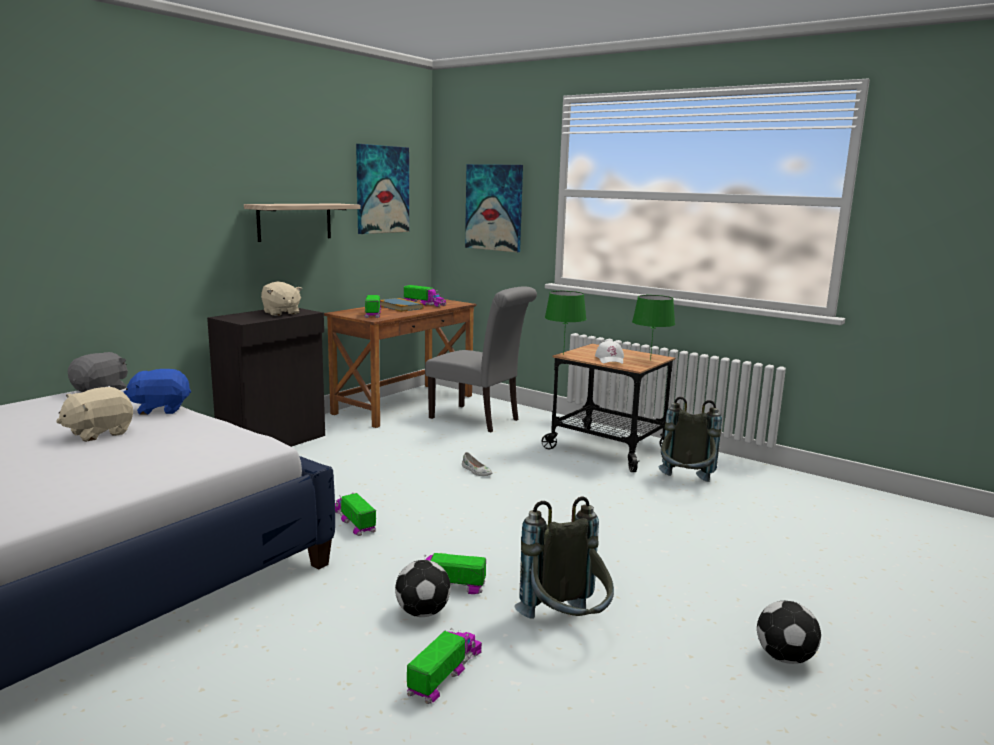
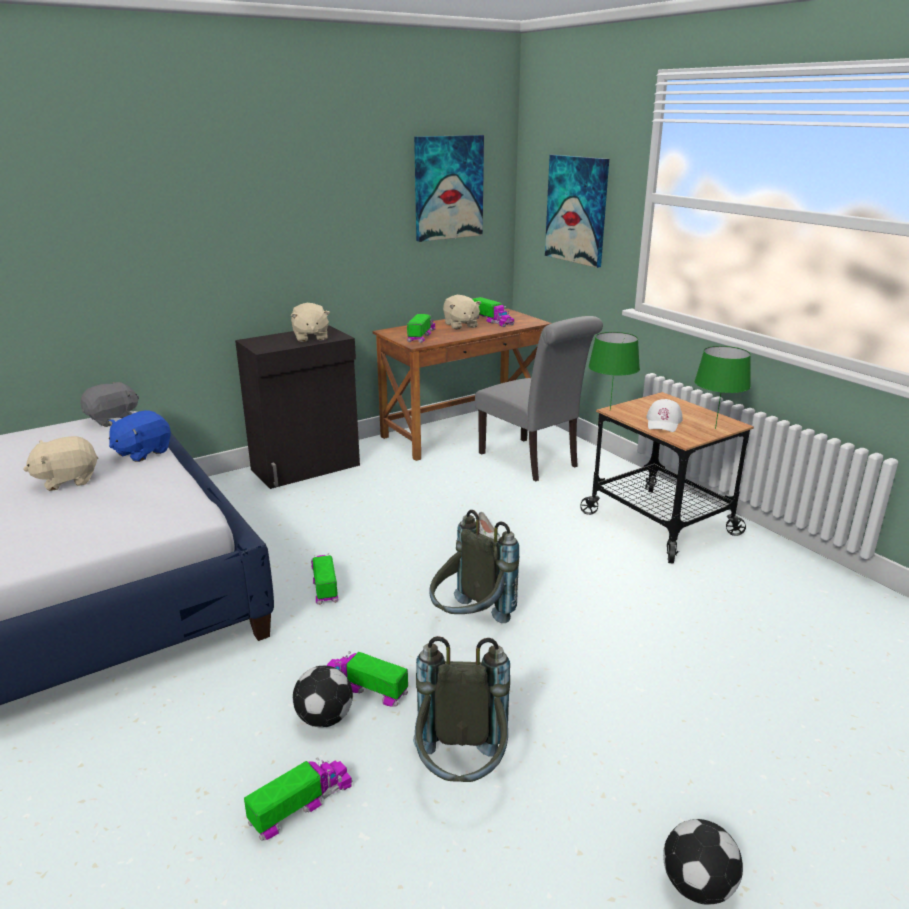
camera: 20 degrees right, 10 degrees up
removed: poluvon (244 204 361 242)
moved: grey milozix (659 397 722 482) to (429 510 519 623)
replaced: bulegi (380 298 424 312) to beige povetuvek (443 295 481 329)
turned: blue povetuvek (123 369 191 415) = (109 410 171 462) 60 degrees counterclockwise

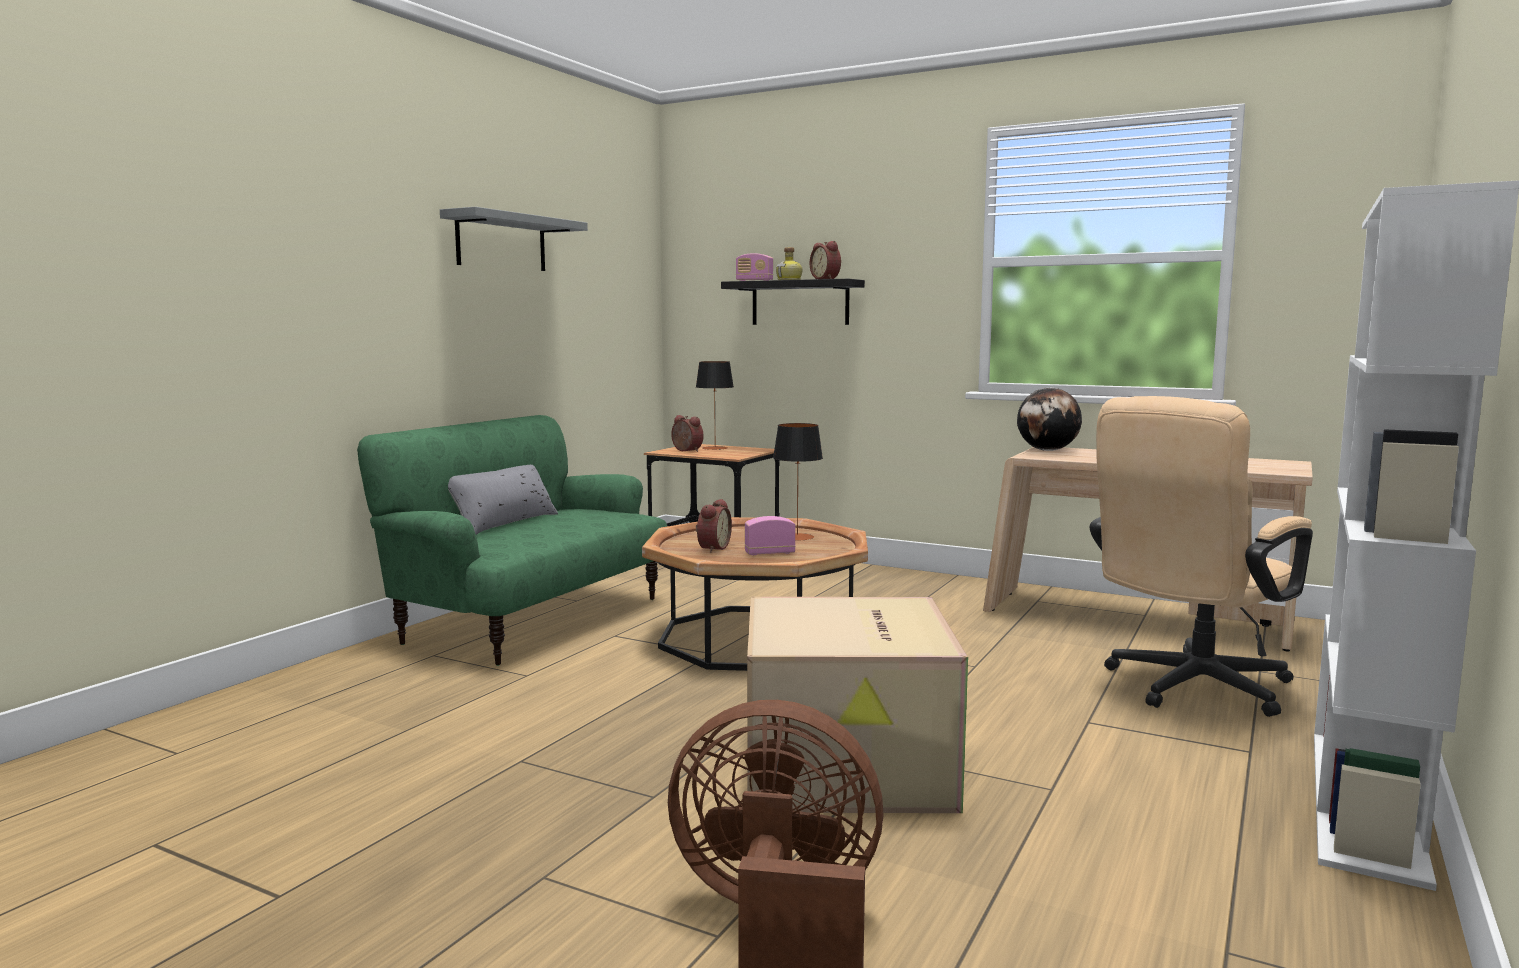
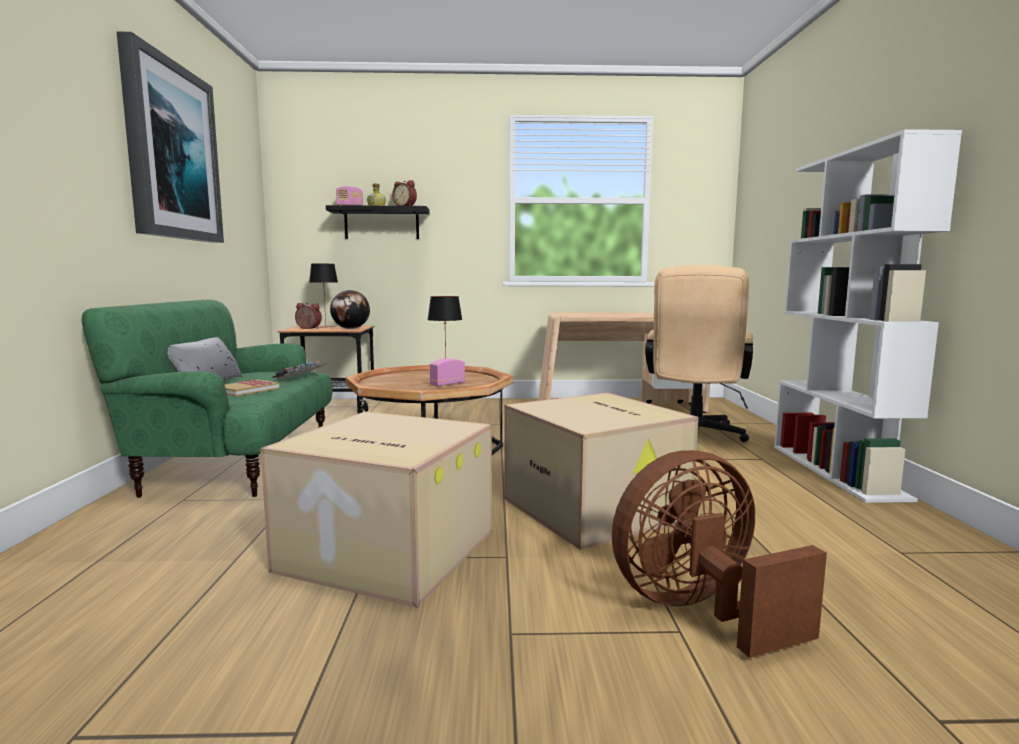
camera: 30 degrees left, 0 degrees up
removed: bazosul (696 499 732 553)
added: bulegi (225 379 279 396); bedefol (260 411 492 608); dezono (273 360 327 381)
moved: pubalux (1017 388 1082 451) to (330 290 370 329)
replaced: grey poluvon (440 207 588 271) to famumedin (117 32 224 243)

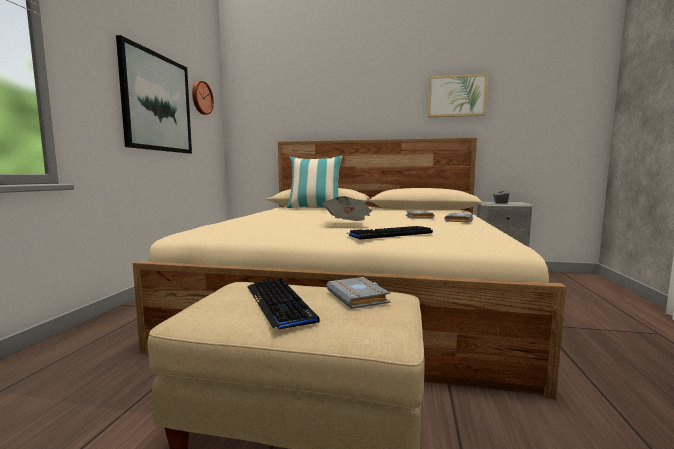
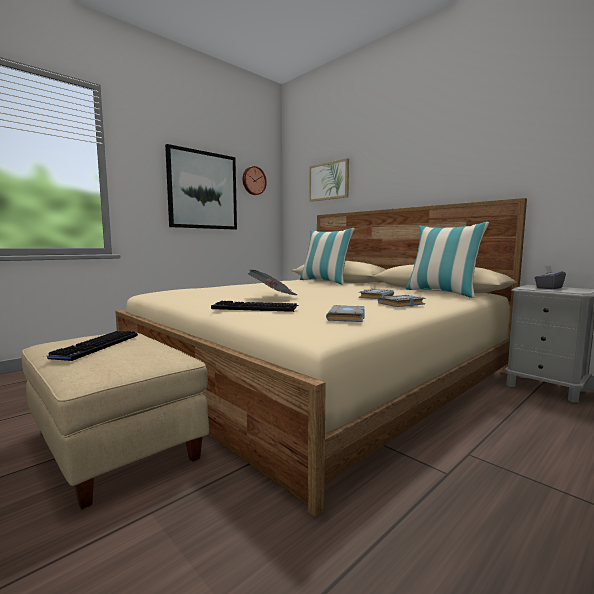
camera: 35 degrees right, 0 degrees up
added: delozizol (406 222 489 298)
moved: famumedin (428 73 488 117) to (309 158 349 202); grey bulegi (326 277 390 309) to (326 305 365 322)

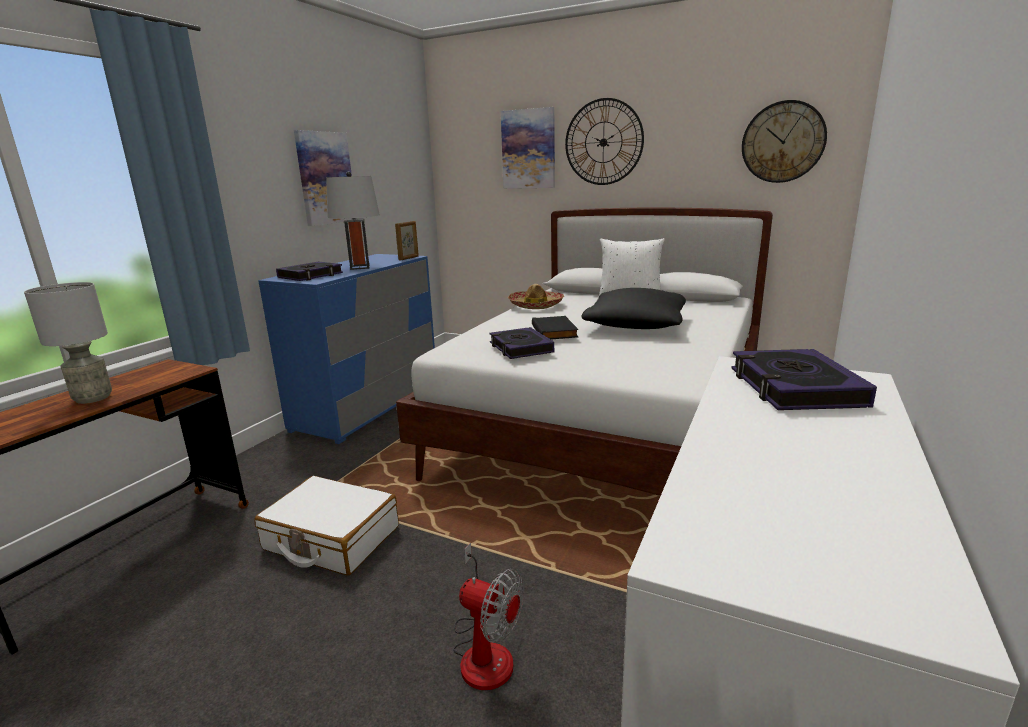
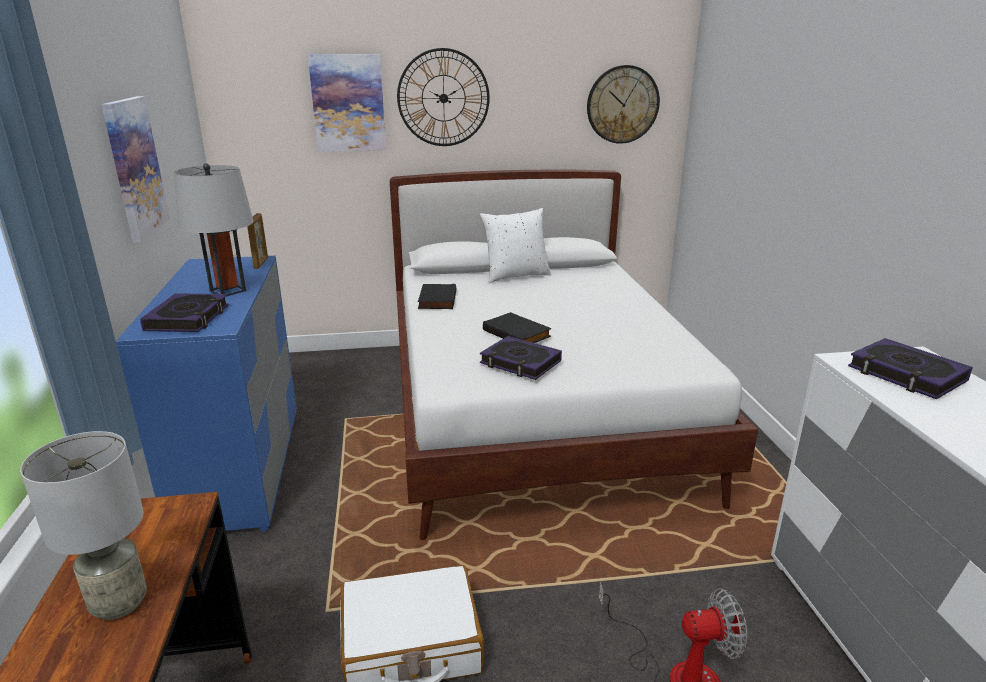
camera: 35 degrees left, 5 degrees up
removed: black delozizol (582 288 686 329)
replaced: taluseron (508 284 564 309) to black bulegi (418 284 456 309)

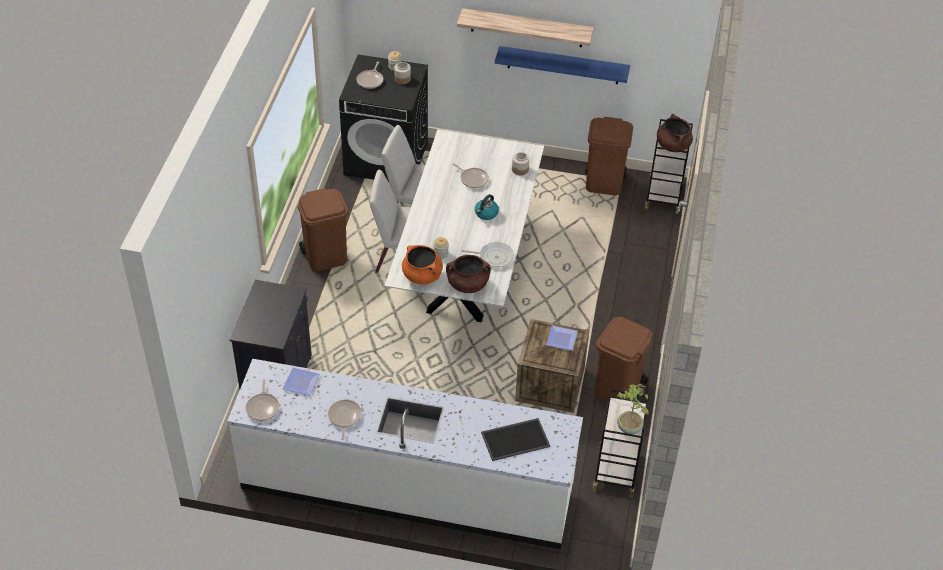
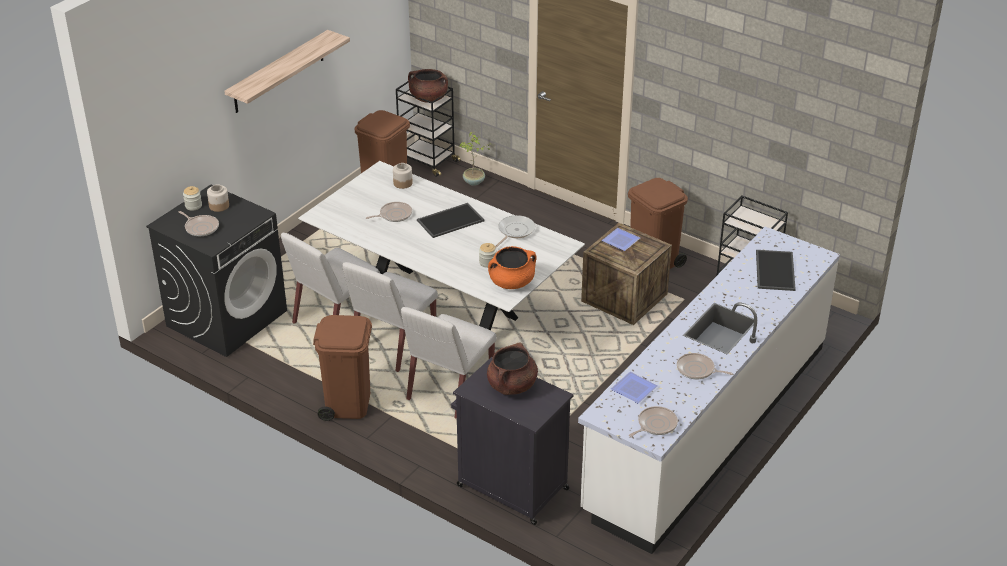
camera: 65 degrees left, 10 degrees down
removed: blue poluvon (495 46 630 84)
added: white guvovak (401 307 497 419)
moved: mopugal (617 384 648 434) to (459 132 492 186); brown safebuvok (446 255 491 293) to (487 342 538 395)
replaced: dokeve (475 194 499 220) to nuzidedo (417 203 484 238)
turned: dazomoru (246 379 279 421) = (629 406 678 437) 60 degrees counterclockwise

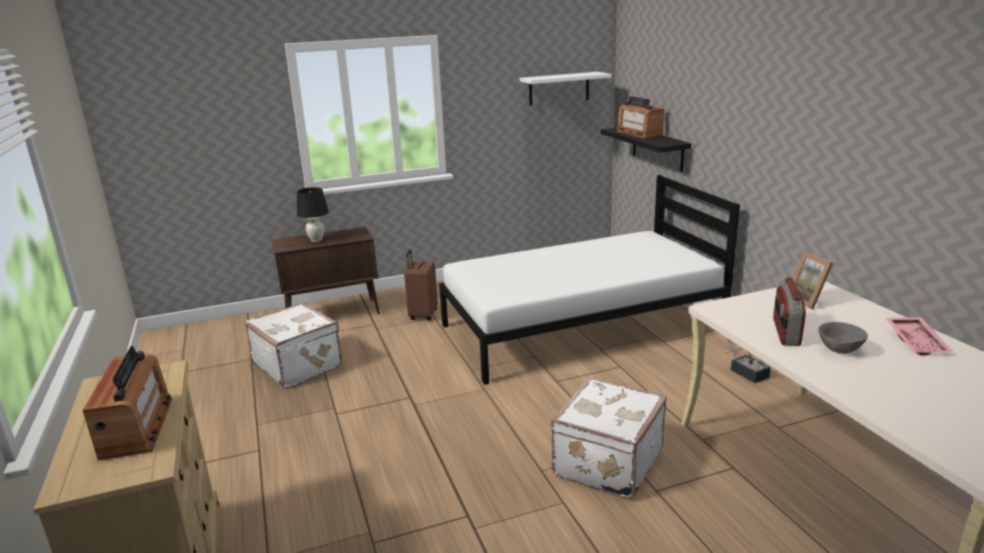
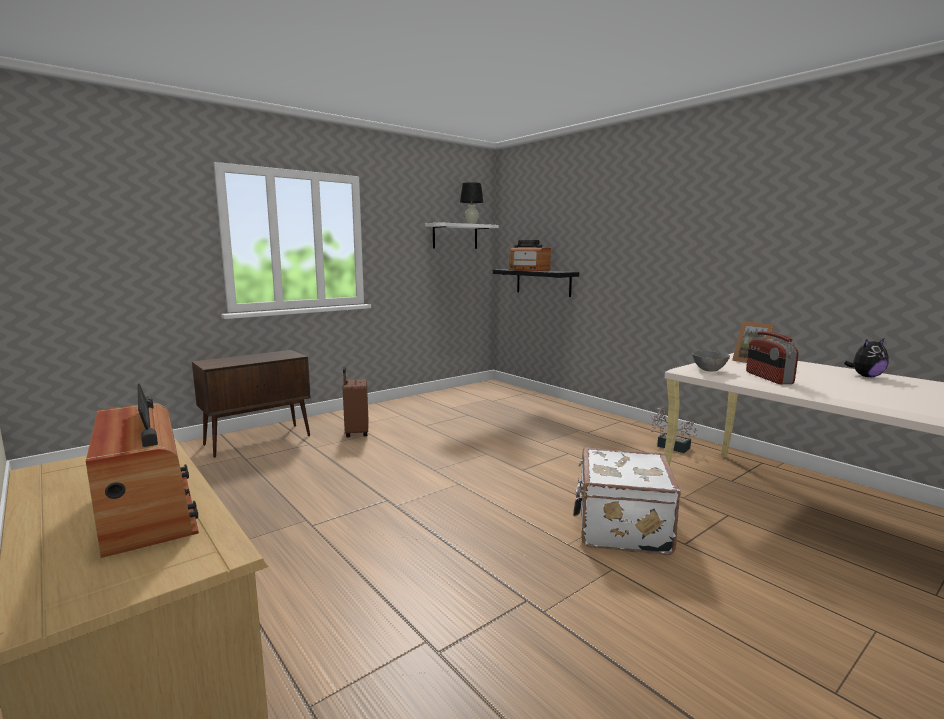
camera: 20 degrees left, 10 degrees down
removed: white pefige (245 303 342 388); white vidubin (439 175 740 385)
moved: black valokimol (297 187 329 242) to (460 182 483 224); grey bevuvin (818 322 868 354) to (692 351 730 372)
replaced: pink nuzidedo (886 317 952 355) to povetuvek (844 339 888 377)

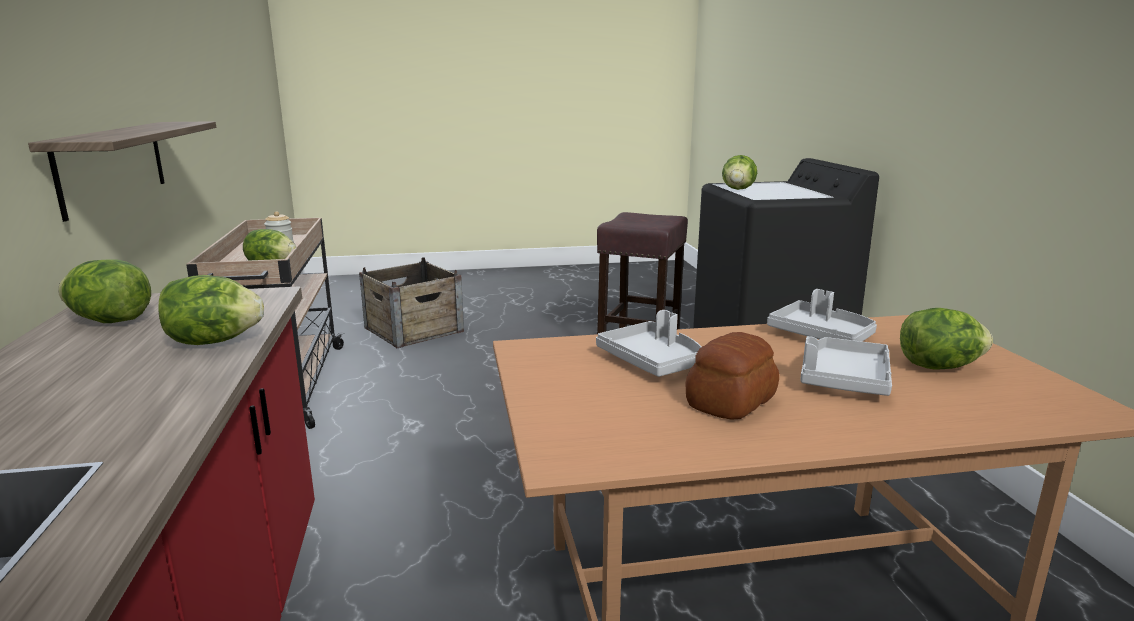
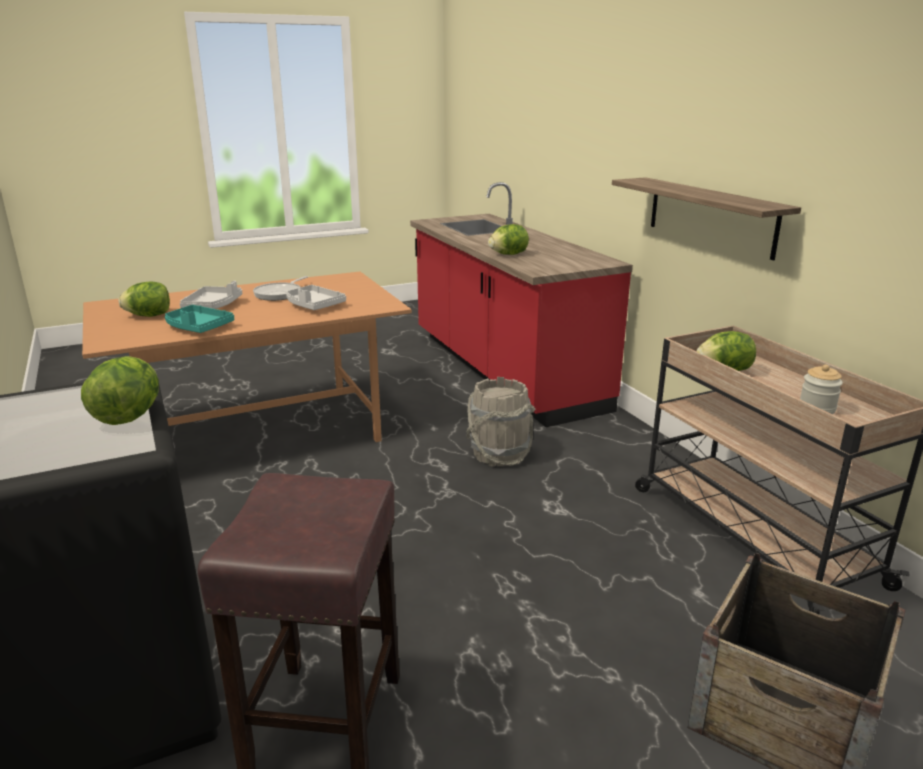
camera: 165 degrees right, 5 degrees up
removed: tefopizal (58 259 151 323)
added: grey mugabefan (466 377 535 466)
replaced: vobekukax (685 332 779 419) to dazomoru (253 276 308 301)
recoloured: grey nuzidedo (767 289 877 341) to turquoise nuzidedo (165 305 234 333)

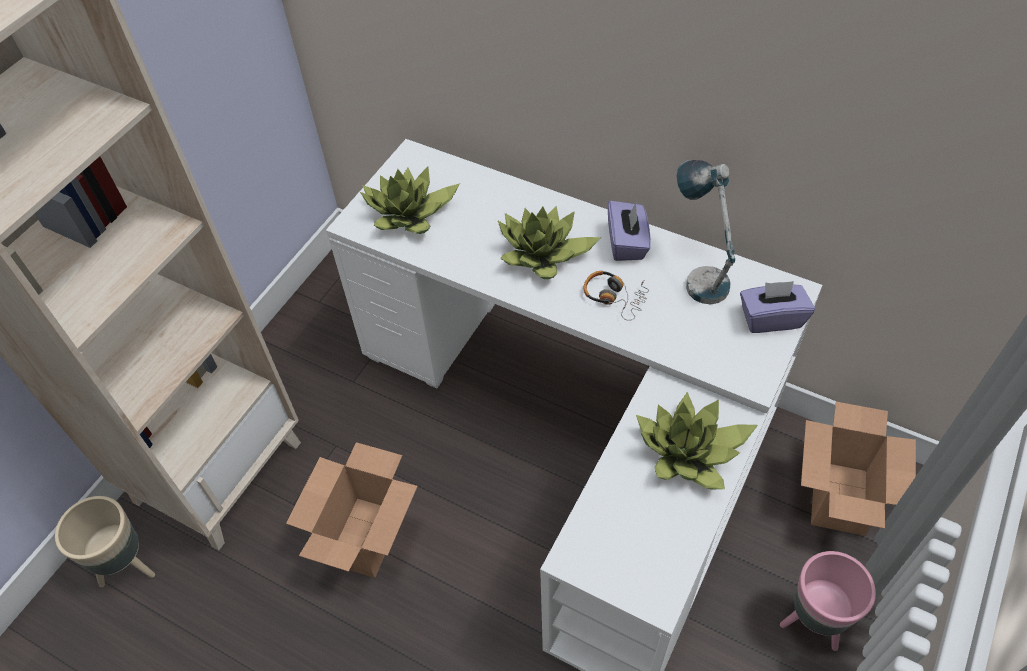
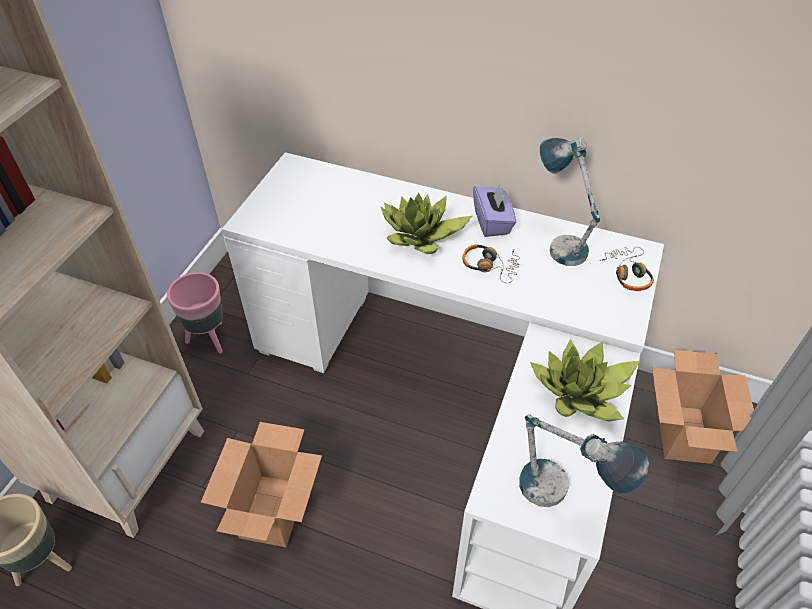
camera: 10 degrees left, 5 degrees down
removed: mopugal (360 167 460 234)
added: valokimol (519 414 649 507)
moved: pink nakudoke (780 551 876 651) to (167 272 223 353)
replaced: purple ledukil (740 281 815 333) to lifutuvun (600 247 654 291)

